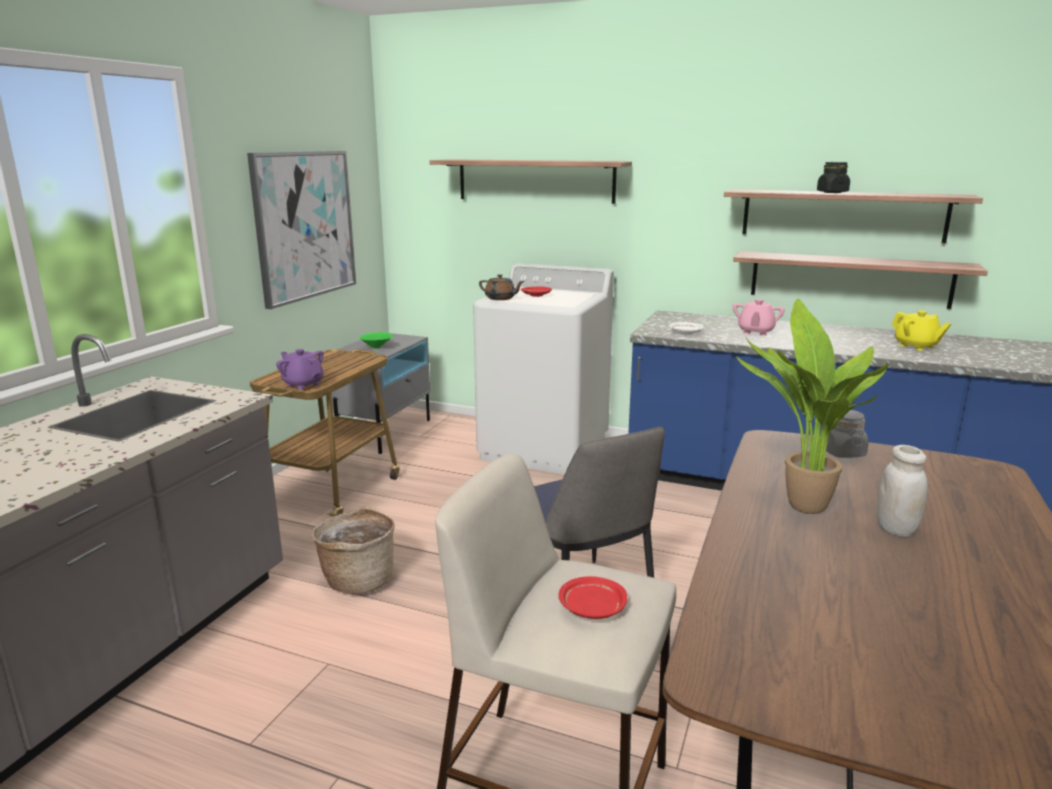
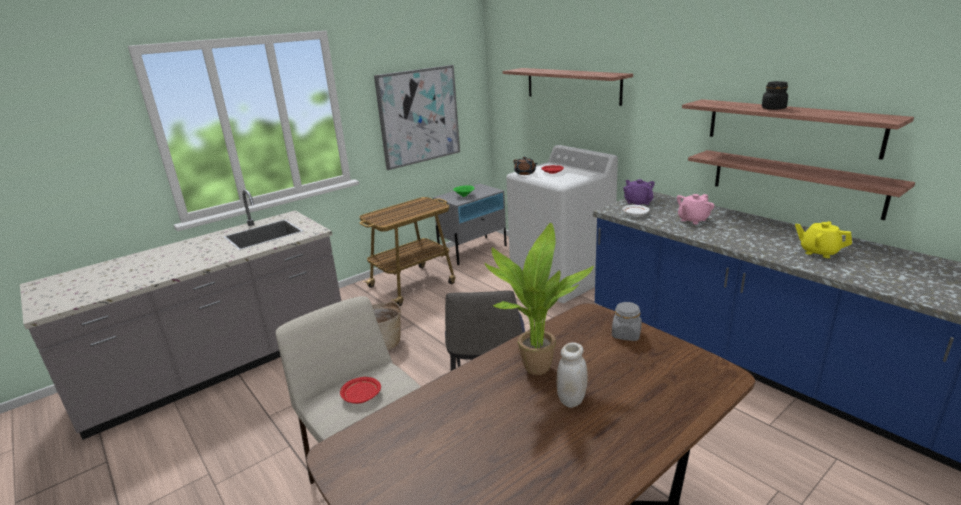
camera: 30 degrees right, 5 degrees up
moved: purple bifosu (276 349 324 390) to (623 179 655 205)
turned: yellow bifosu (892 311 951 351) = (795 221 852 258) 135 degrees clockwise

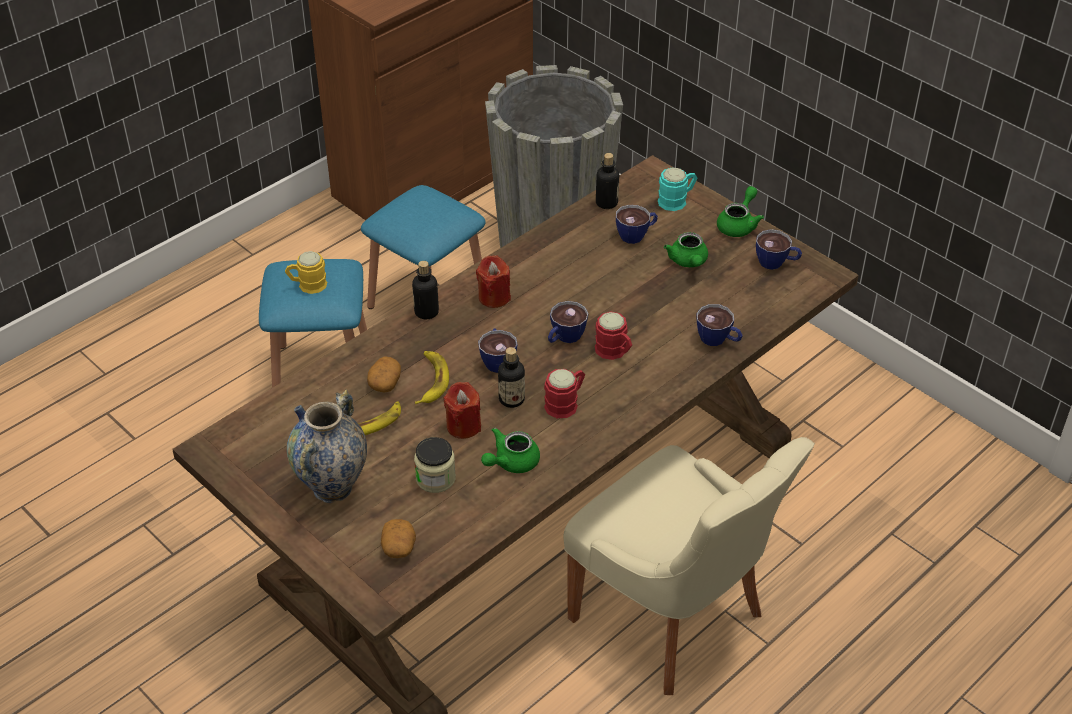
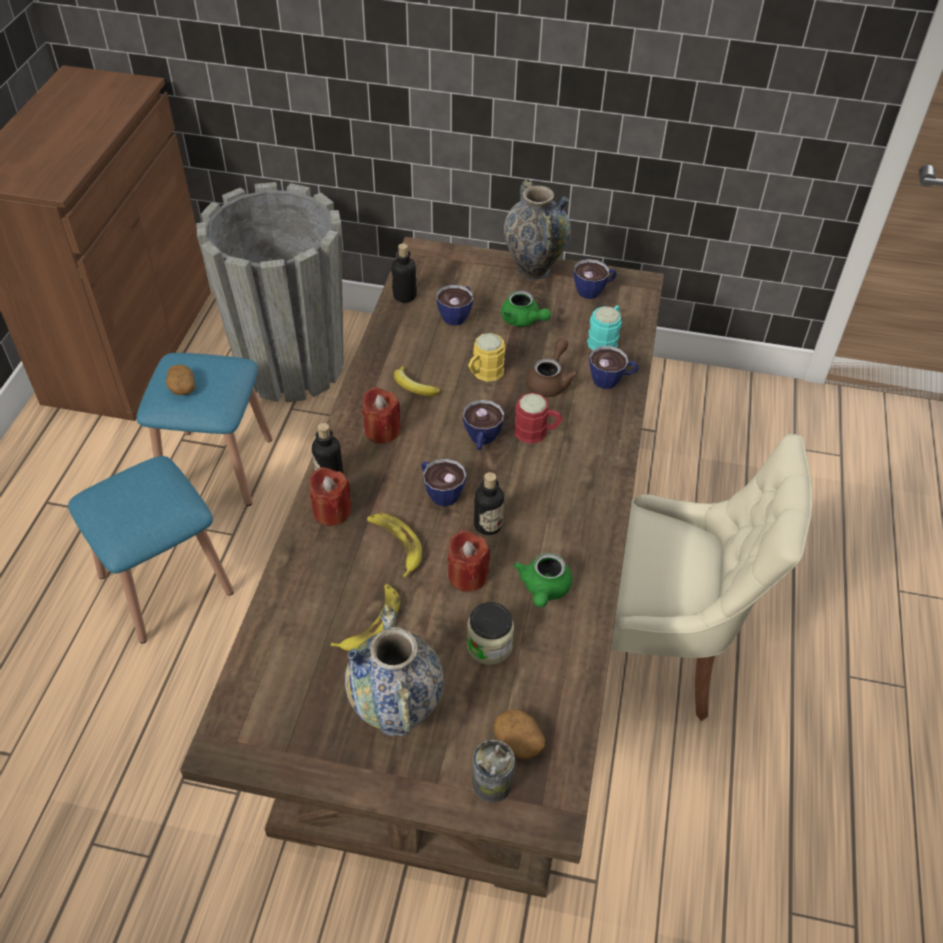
camera: 35 degrees left, 5 degrees up
removed: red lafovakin (544 369 585 418)
added: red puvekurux (310 467 352 526); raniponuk (394 366 441 396); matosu (472 740 515 803); brown bifosu (526 338 578 397)
moved: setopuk (367 356 401 393) to (166 365 195 395); yellow lafovakin (285 251 327 294) to (468 333 505 382); turquoise lafovakin (658 168 698 211) to (587 306 622 350)
replaced: green bifosu (717 186 764 237) to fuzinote (504 180 571 280)

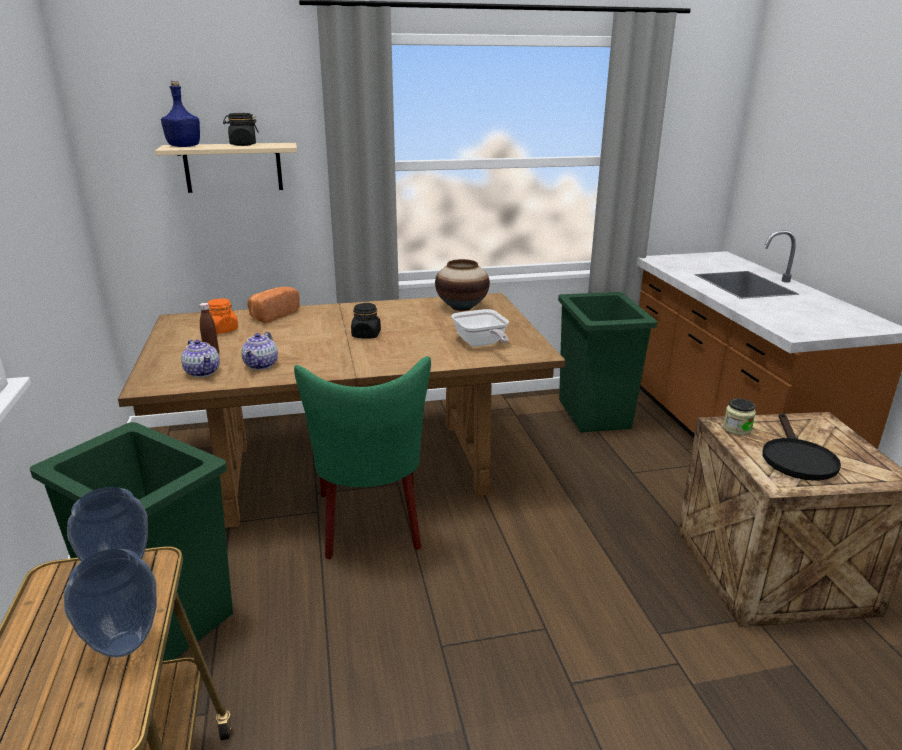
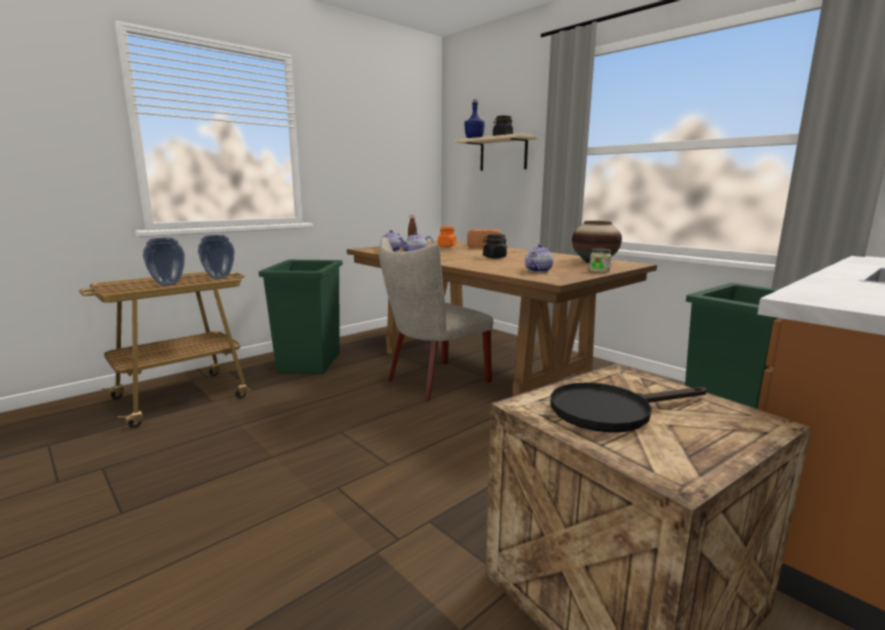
camera: 60 degrees right, 10 degrees down
moved: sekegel (723 398 756 435) to (589 249 612 273)
replaced: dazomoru (451 309 509 347) to bifosu (525 244 553 272)
recoloured: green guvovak (294 356 431 560) to beige guvovak (379 237 493 402)

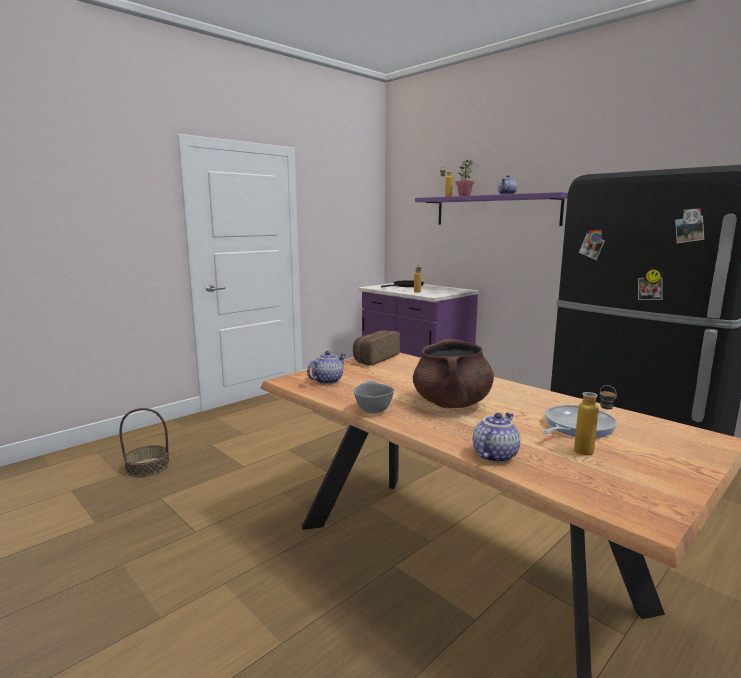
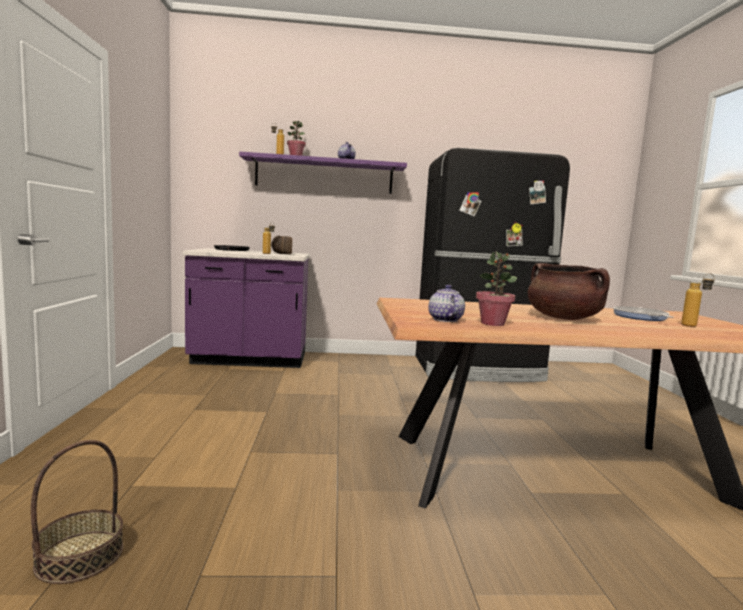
camera: 50 degrees left, 5 degrees down
removed: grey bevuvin (353 381 394 413); bifosu (473 412 520 463)
added: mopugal (476 251 517 326)
moved: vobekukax (353 330 400 365) to (271 236 292 254)

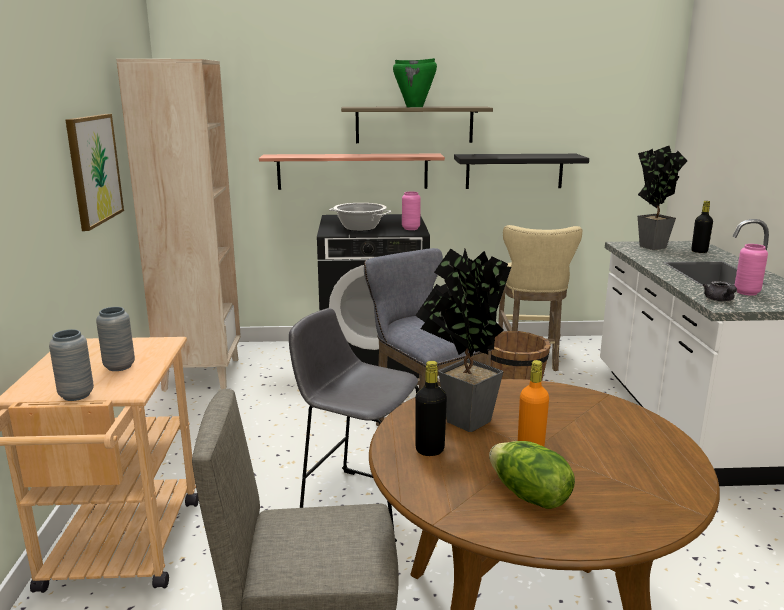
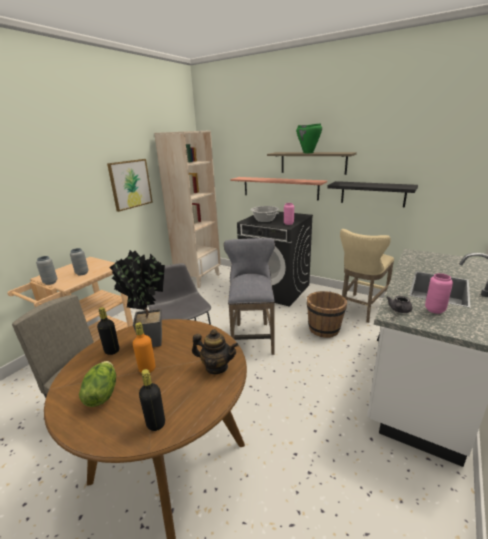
camera: 35 degrees right, 5 degrees up
removed: mopugal (638 146 687 250)
added: bifosu (192 329 239 374)
moved: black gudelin (691 201 713 253) to (139 369 165 431)

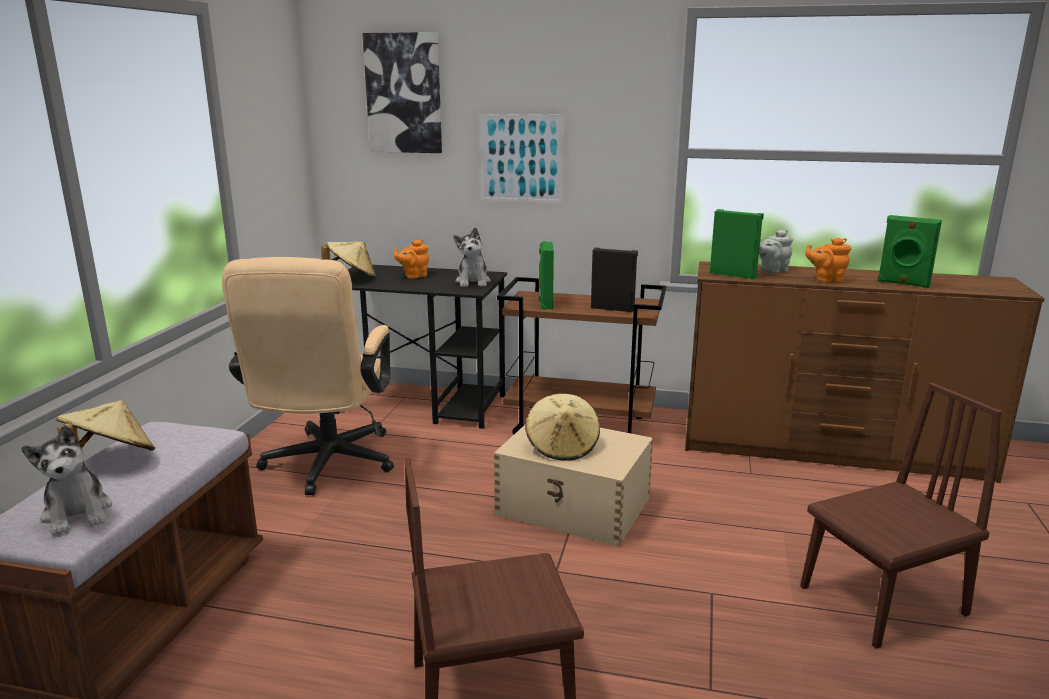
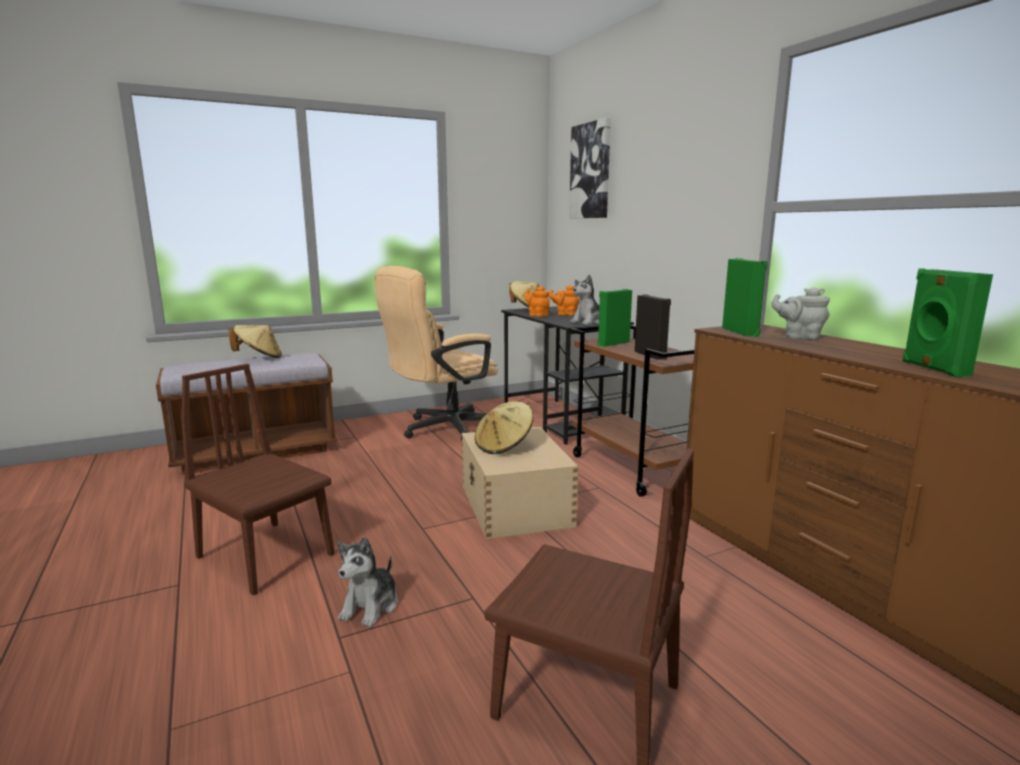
camera: 50 degrees right, 5 degrees down
removed: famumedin (479 114 564 203)
moved: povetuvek (21 425 112 536) to (338 537 398 627); orange bifosu (805 238 851 283) to (524 286 550 317)

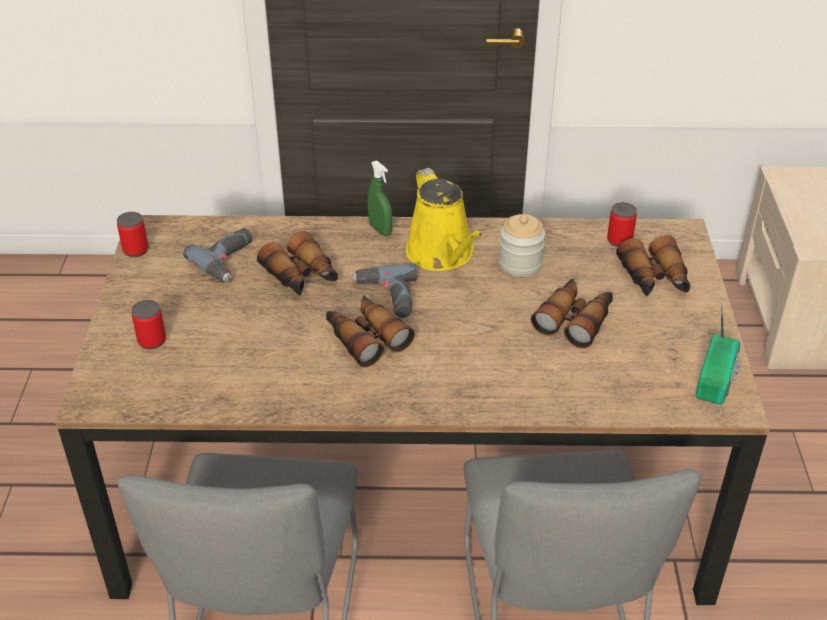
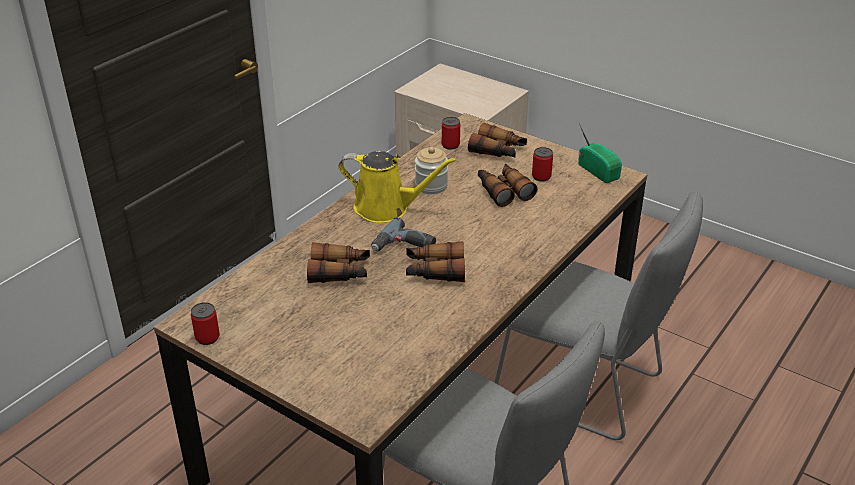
camera: 55 degrees left, 5 degrees down
removed: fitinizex (183 228 252 282); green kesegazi (368 160 392 236)
moved: matosu (131 300 166 349) to (532 147 553 181)

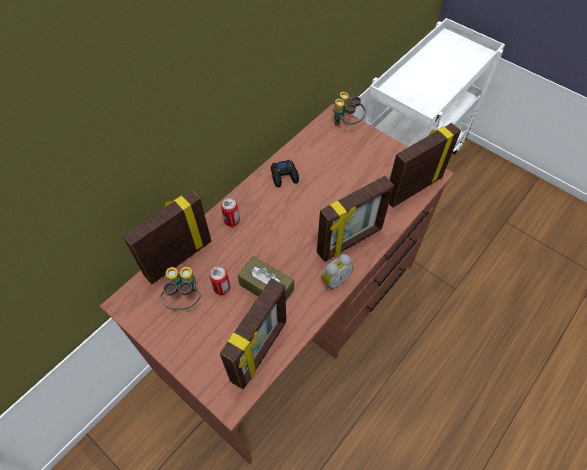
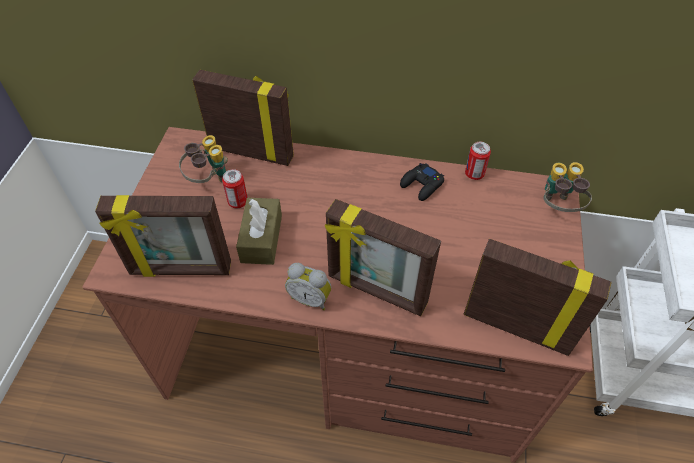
camera: 60 degrees right, 5 degrees down
moved: matosu (221 198 240 227) to (465 142 491 180)

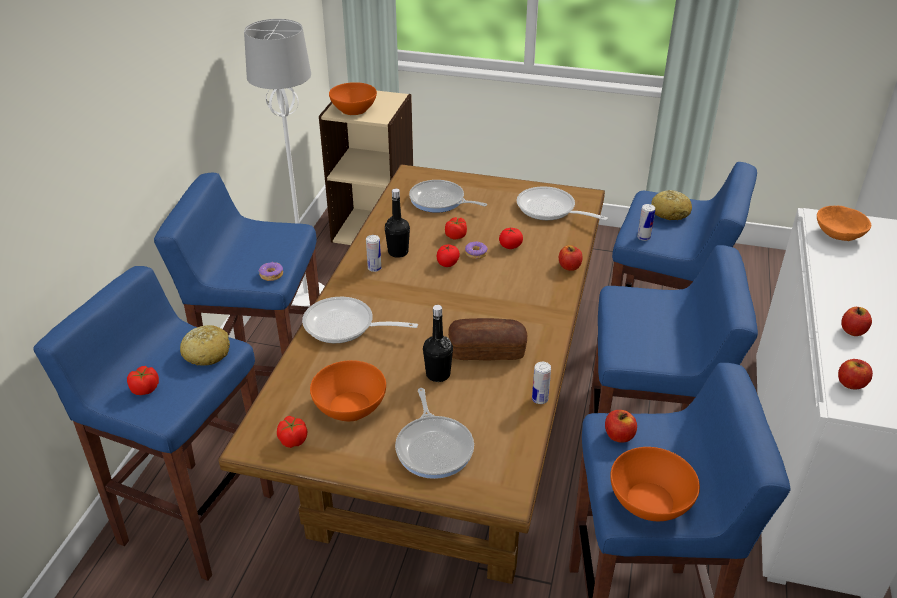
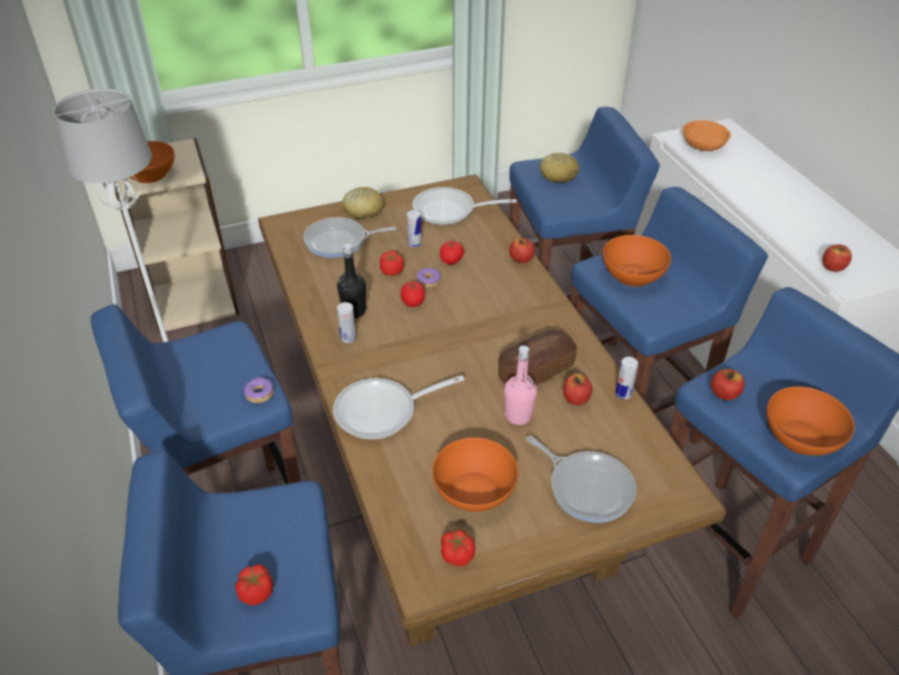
camera: 35 degrees left, 5 degrees up
added: orange bevuvin (603 235 671 287)
moved: vobekukax (180 325 230 365) to (342 187 384 219); matosu (637 204 655 241) to (407 210 422 248); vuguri (841 307 872 336) to (563 374 592 406)
recoloured: black gudelin (423 305 453 382) to pink gudelin (504 346 537 425)

